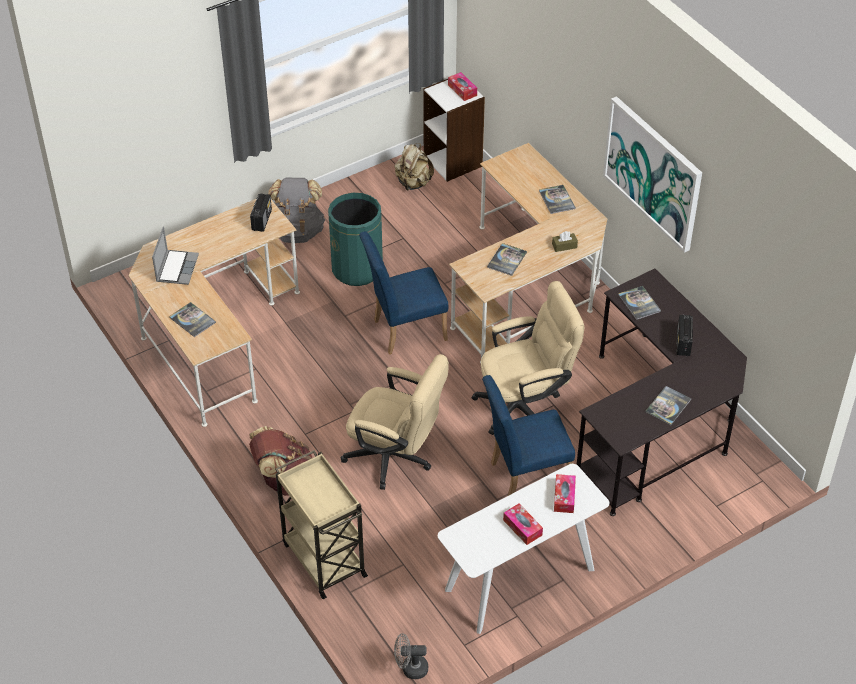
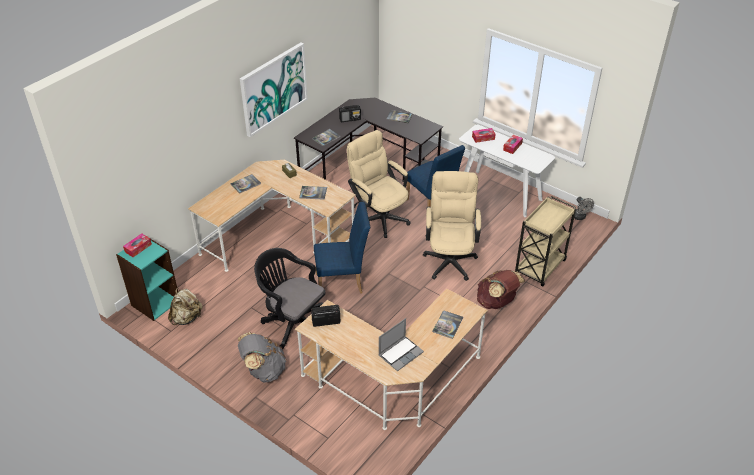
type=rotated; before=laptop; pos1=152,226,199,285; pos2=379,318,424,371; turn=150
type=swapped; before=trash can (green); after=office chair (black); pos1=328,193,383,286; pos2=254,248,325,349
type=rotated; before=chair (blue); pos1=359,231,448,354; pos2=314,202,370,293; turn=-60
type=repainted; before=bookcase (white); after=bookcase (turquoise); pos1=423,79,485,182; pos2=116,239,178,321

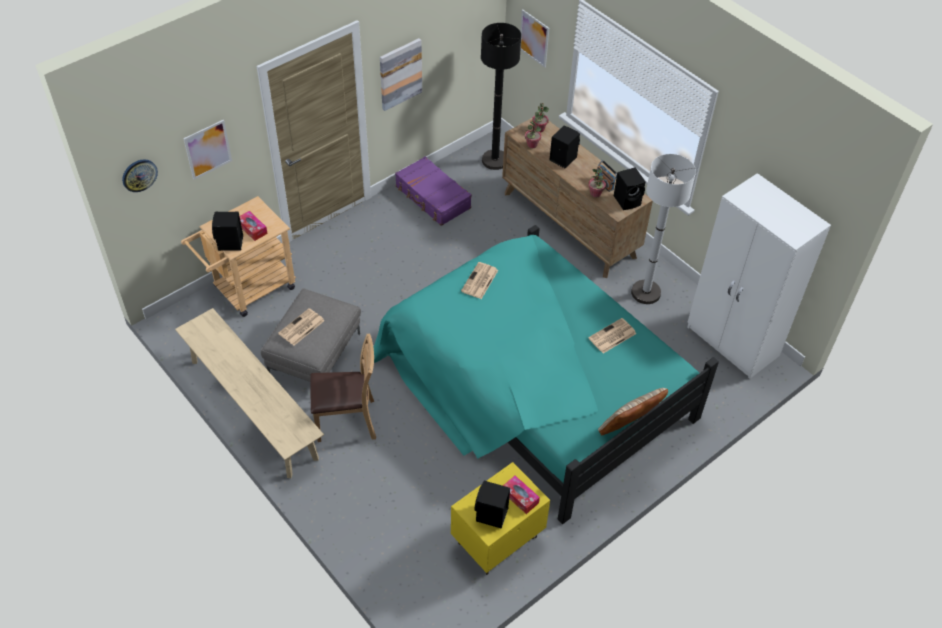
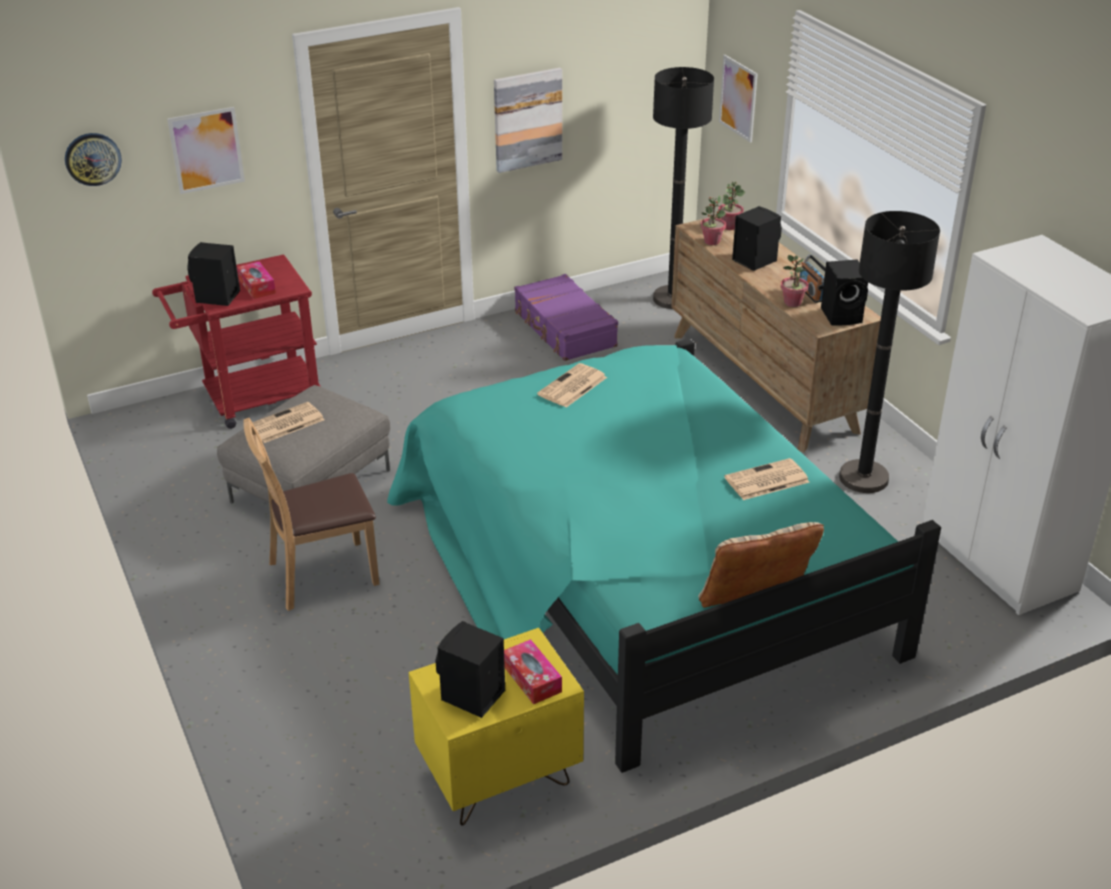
type=gone; before=bench (beige); pos1=175,308,324,478
type=repainted; before=cart (beige); after=cart (red); pos1=181,196,296,317; pos2=152,254,321,429
type=rotated; before=chair (brown); pos1=310,334,376,442; pos2=243,418,379,611; turn=150
type=repainted; before=floor lamp (white); after=floor lamp (black); pos1=631,154,696,304; pos2=839,211,940,493

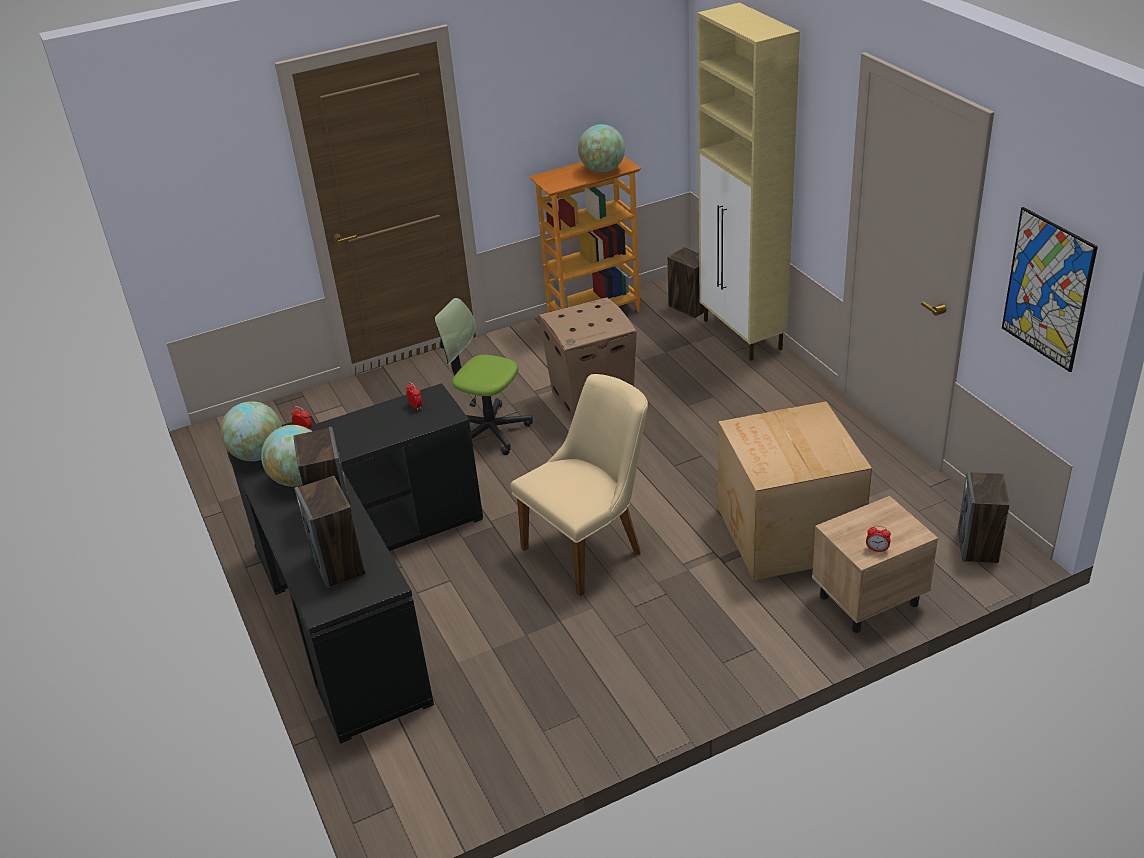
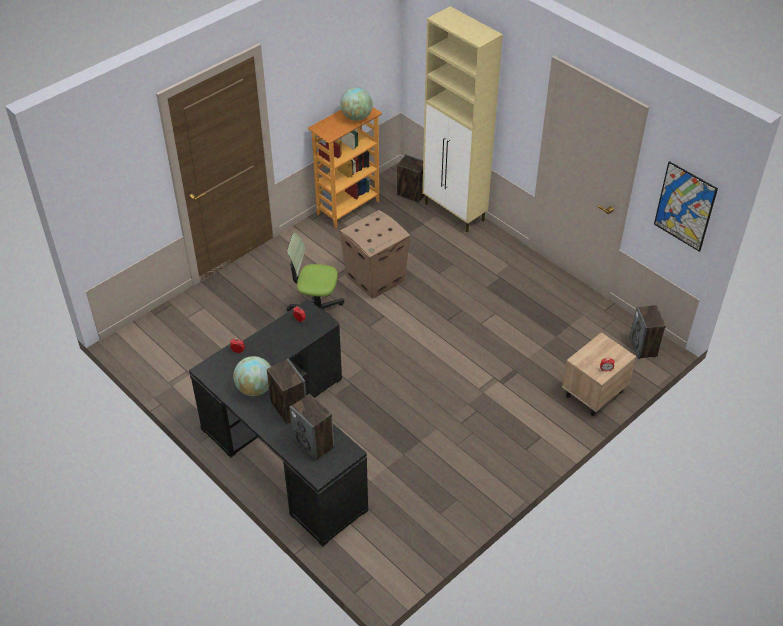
type=gone; before=globe; pos1=220,401,282,461
type=gone; before=chair (beige); pos1=510,374,648,596
type=gone; before=cardboard box; pos1=718,401,872,581

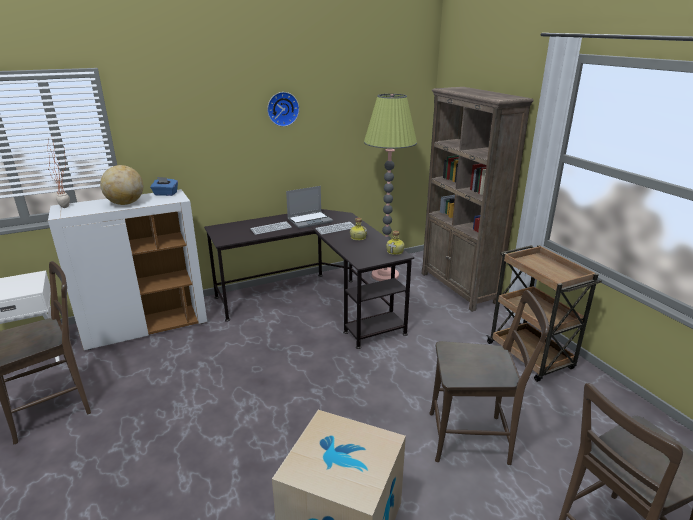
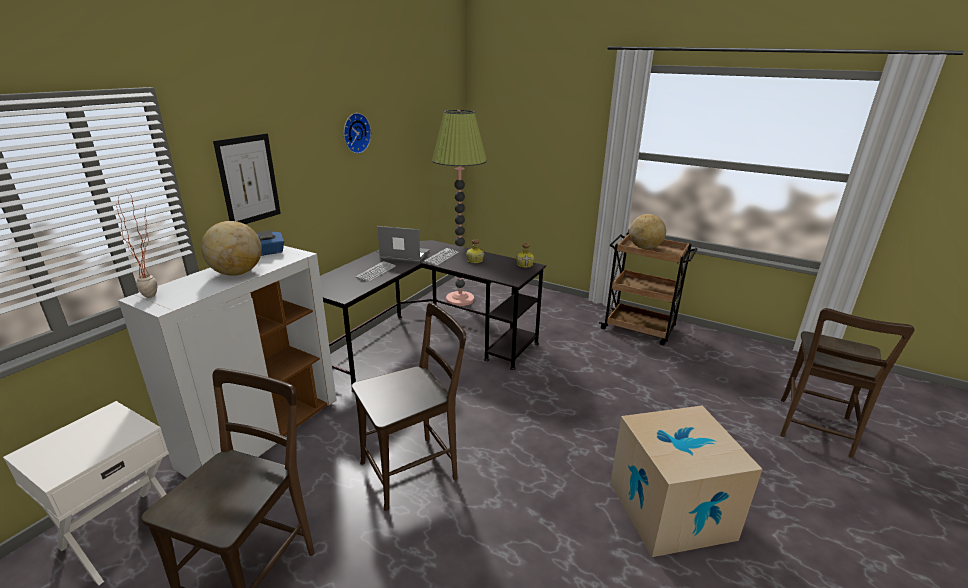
type=rotated; before=laptop; pos1=286,186,333,229; pos2=377,226,430,263; turn=-105
type=gone; before=bookcase (brown); pos1=422,87,534,312
type=shifted; before=chair (brown); pos1=429,290,550,465; pos2=351,302,466,511
type=new; after=picture; pos2=213,133,281,224
type=new; after=globe; pos2=629,214,666,249

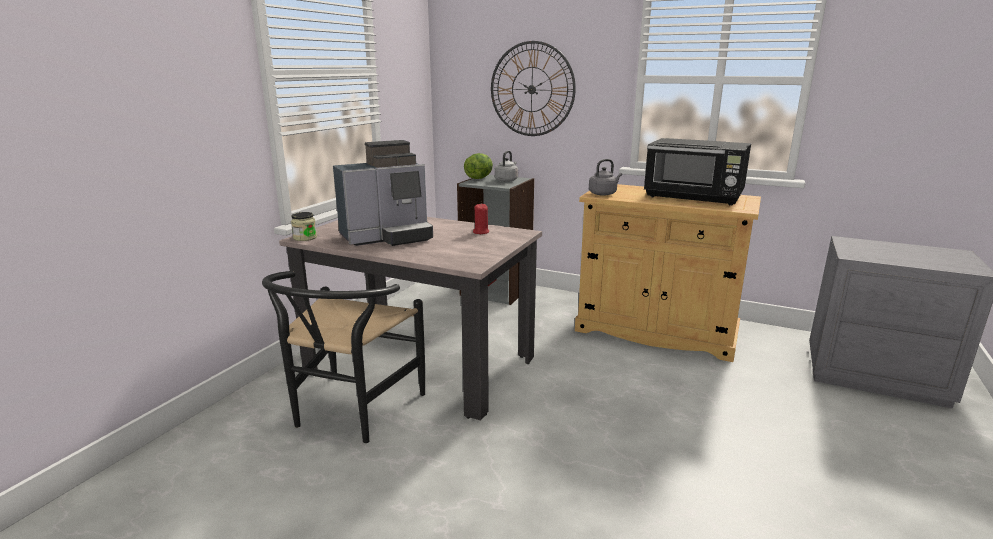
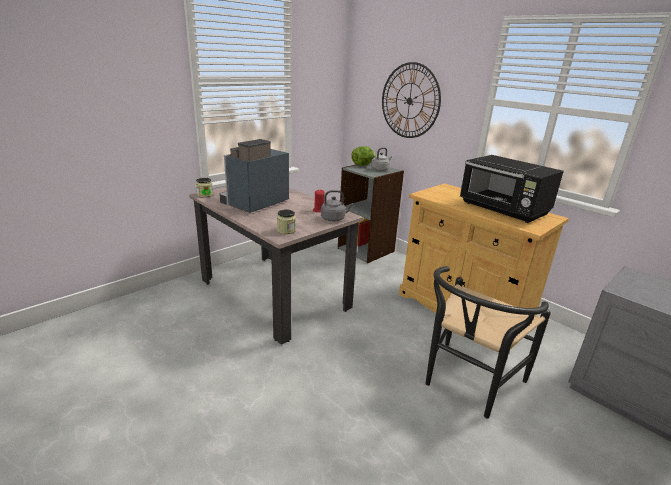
type=shifted; before=chair (black); pos1=262,271,425,443; pos2=425,266,551,418
type=rotated; before=coffee machine; pos1=333,140,433,246; pos2=219,139,289,213; turn=135
type=shifted; before=kettle (grey); pos1=589,159,622,196; pos2=321,190,353,221
type=new; after=jar; pos2=277,210,296,234

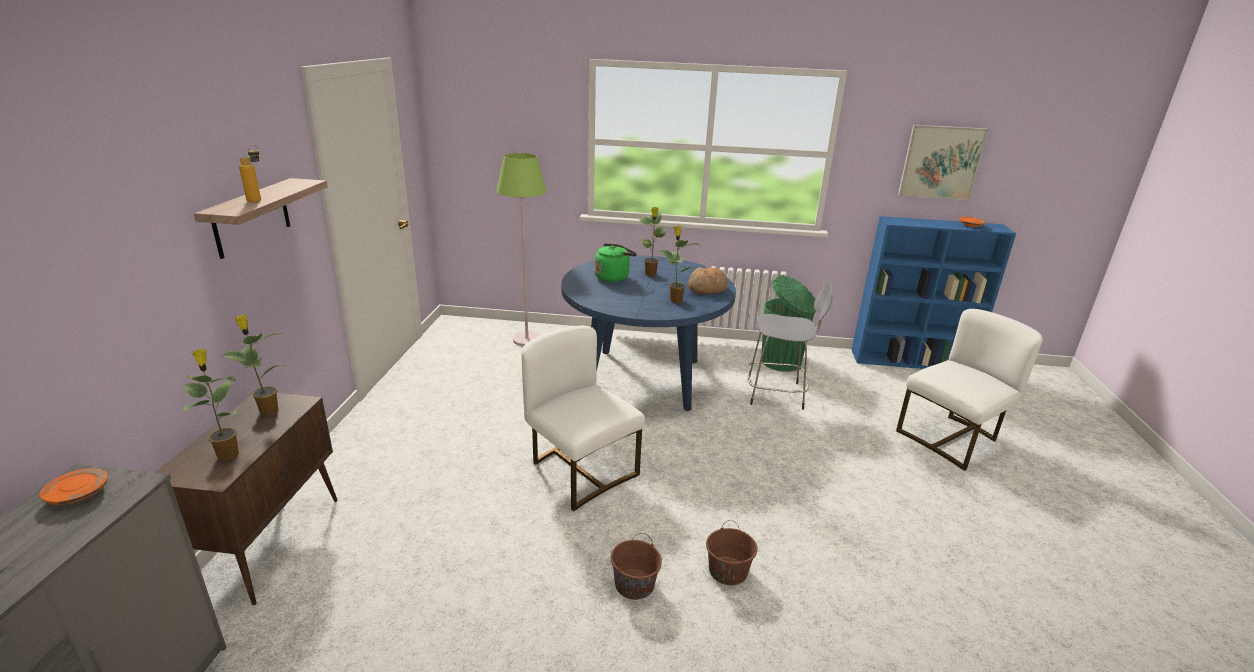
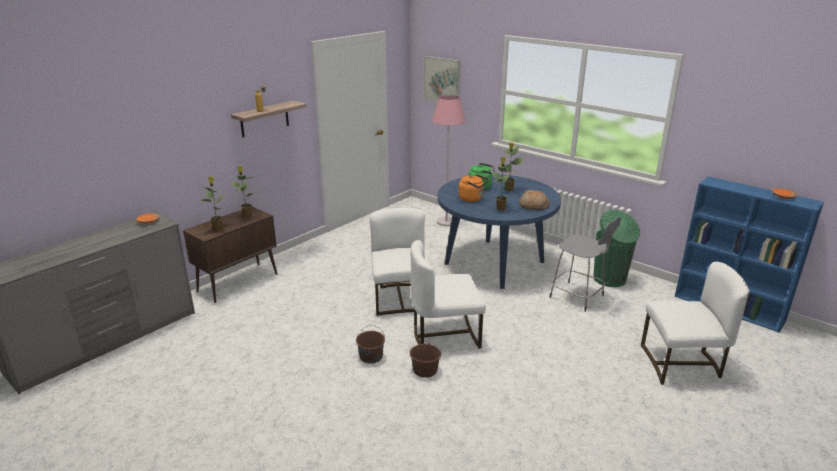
type=repainted; before=floor lamp (green); after=floor lamp (pink); pos1=497,153,547,346; pos2=432,95,465,226
type=shifted; before=picture; pos1=898,125,989,200; pos2=424,56,460,102
type=new; after=chair (white); pos2=411,240,486,349
type=new; after=kettle (orange); pos2=458,174,489,202

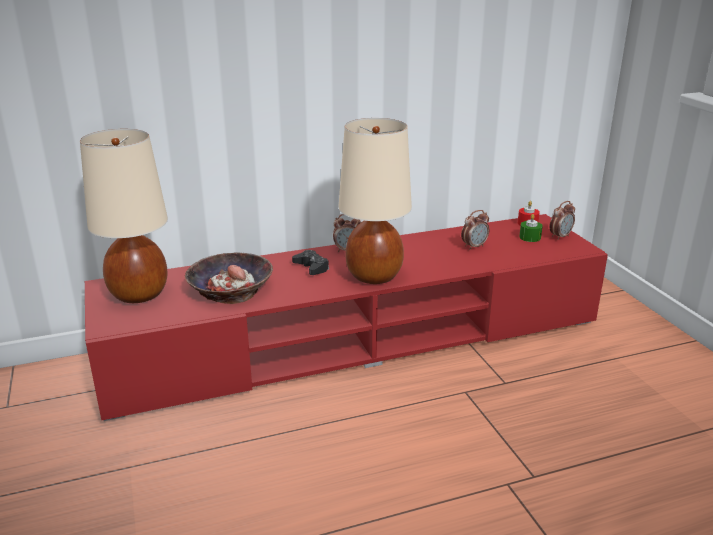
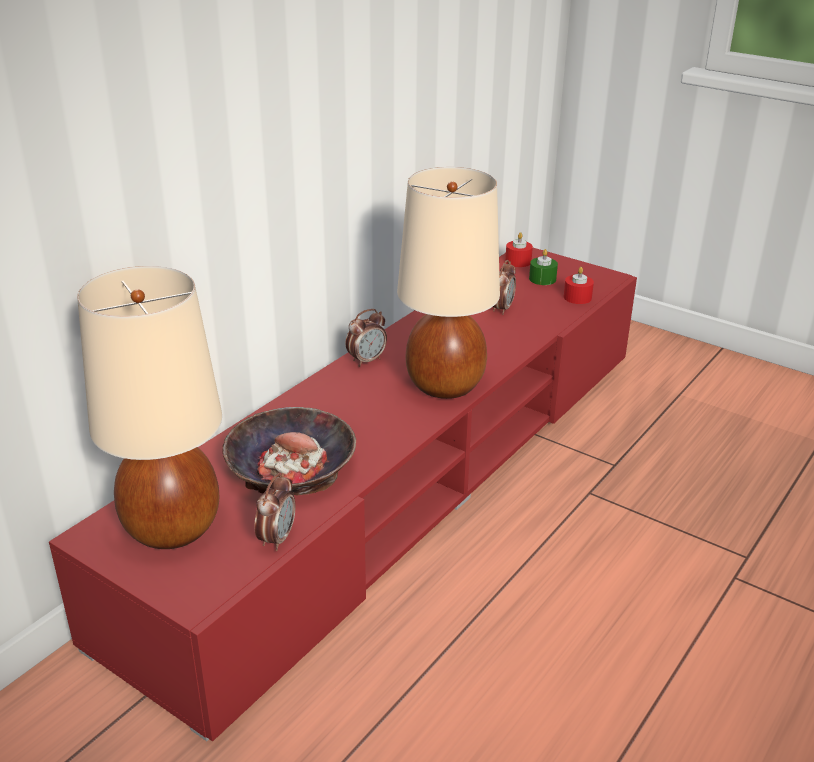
type=gone; before=game controller (black); pos1=292,250,329,275
type=shifted; before=alarm clock; pos1=549,201,575,240; pos2=255,473,296,551
type=new; after=candle (red); pos2=564,267,594,304

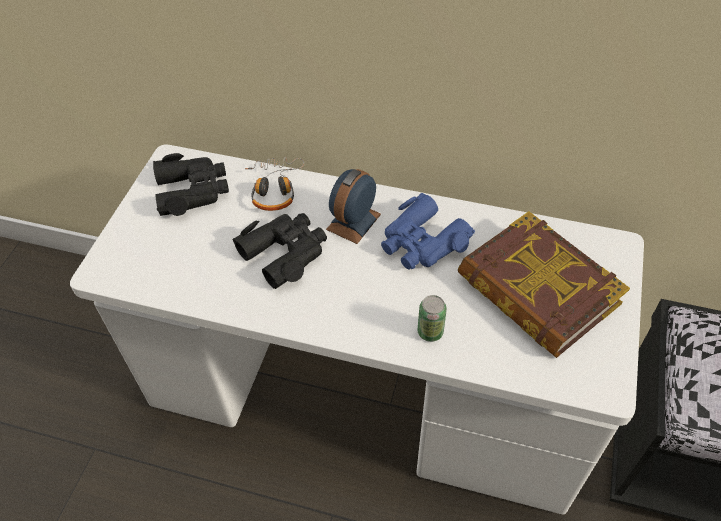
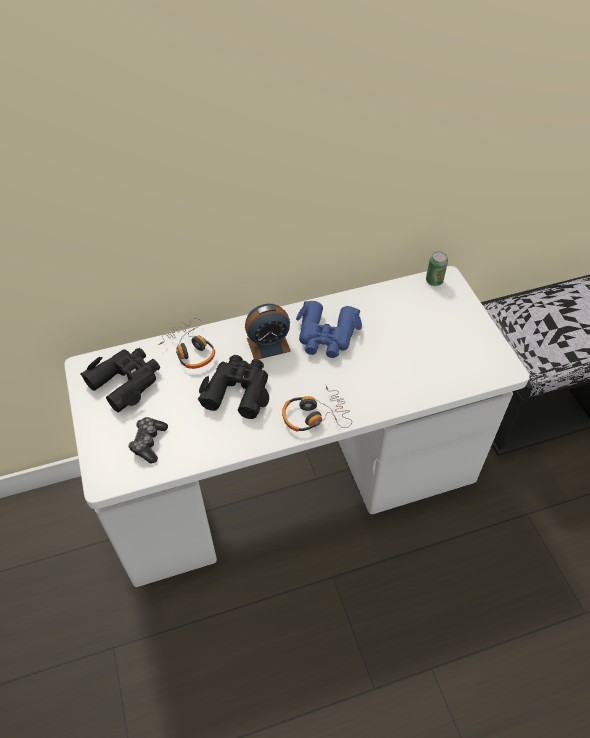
type=rotated; before=alarm clock; pos1=326,169,381,244; pos2=245,304,291,359; turn=-105
type=shifted; before=can; pos1=418,295,447,342; pos2=426,251,448,286
type=gone; before=book; pos1=458,211,630,358
type=new; after=game controller; pos2=128,417,168,463
type=new; after=headphones; pos2=282,386,352,431

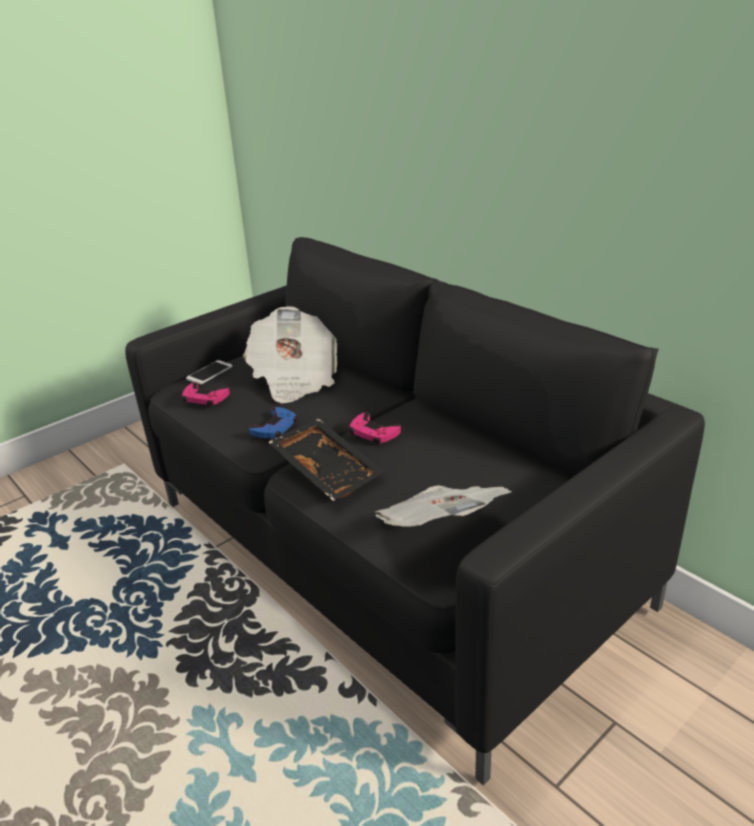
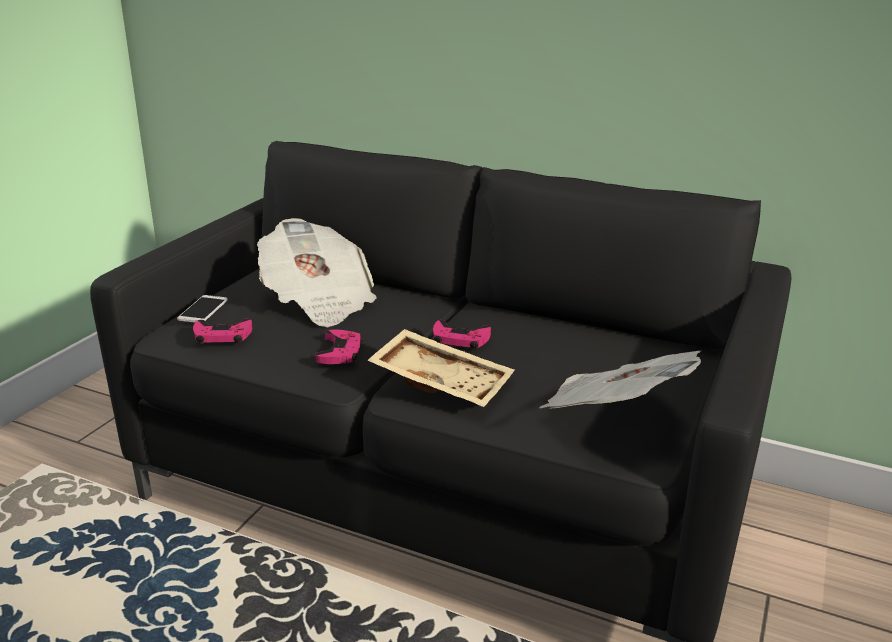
type=repainted; before=game controller (blue); after=game controller (pink); pos1=249,407,297,438; pos2=315,330,363,364
type=repainted; before=tray (black); after=tray (beige); pos1=268,418,385,501; pos2=367,329,515,407

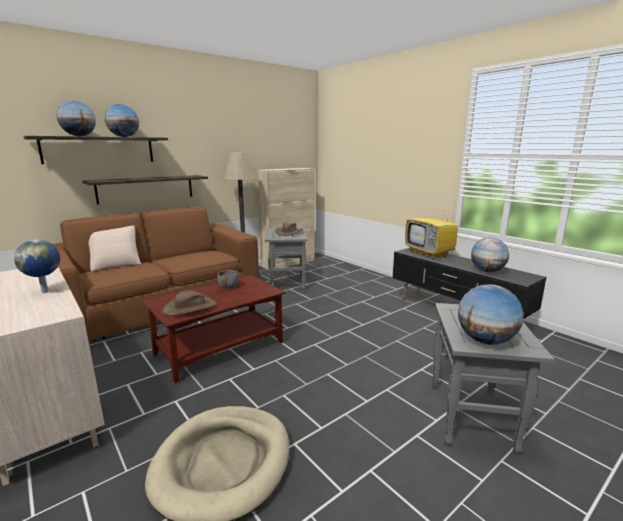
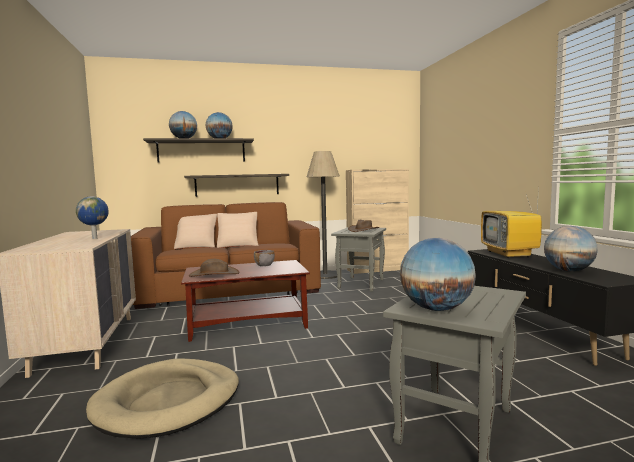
type=new; after=pillow (beige); pos2=217,212,259,248

